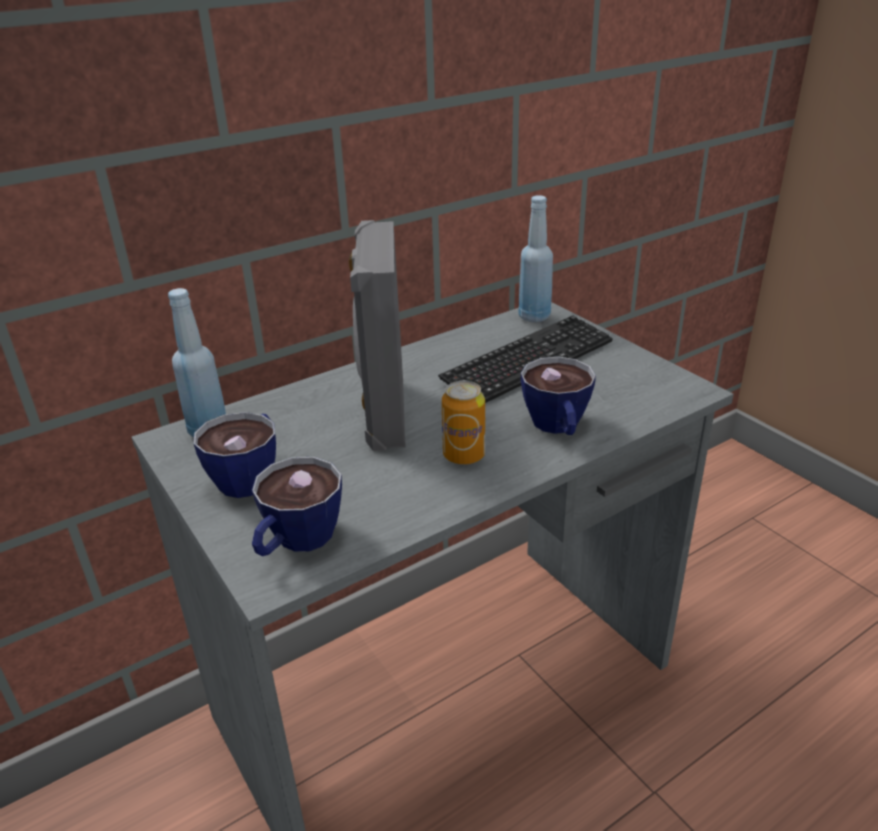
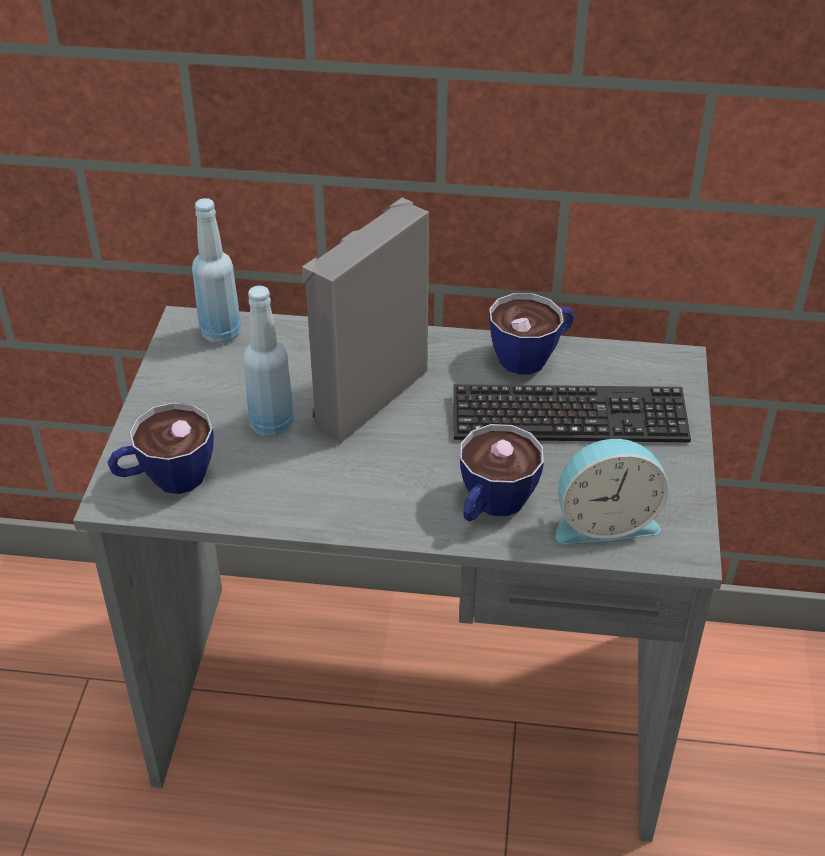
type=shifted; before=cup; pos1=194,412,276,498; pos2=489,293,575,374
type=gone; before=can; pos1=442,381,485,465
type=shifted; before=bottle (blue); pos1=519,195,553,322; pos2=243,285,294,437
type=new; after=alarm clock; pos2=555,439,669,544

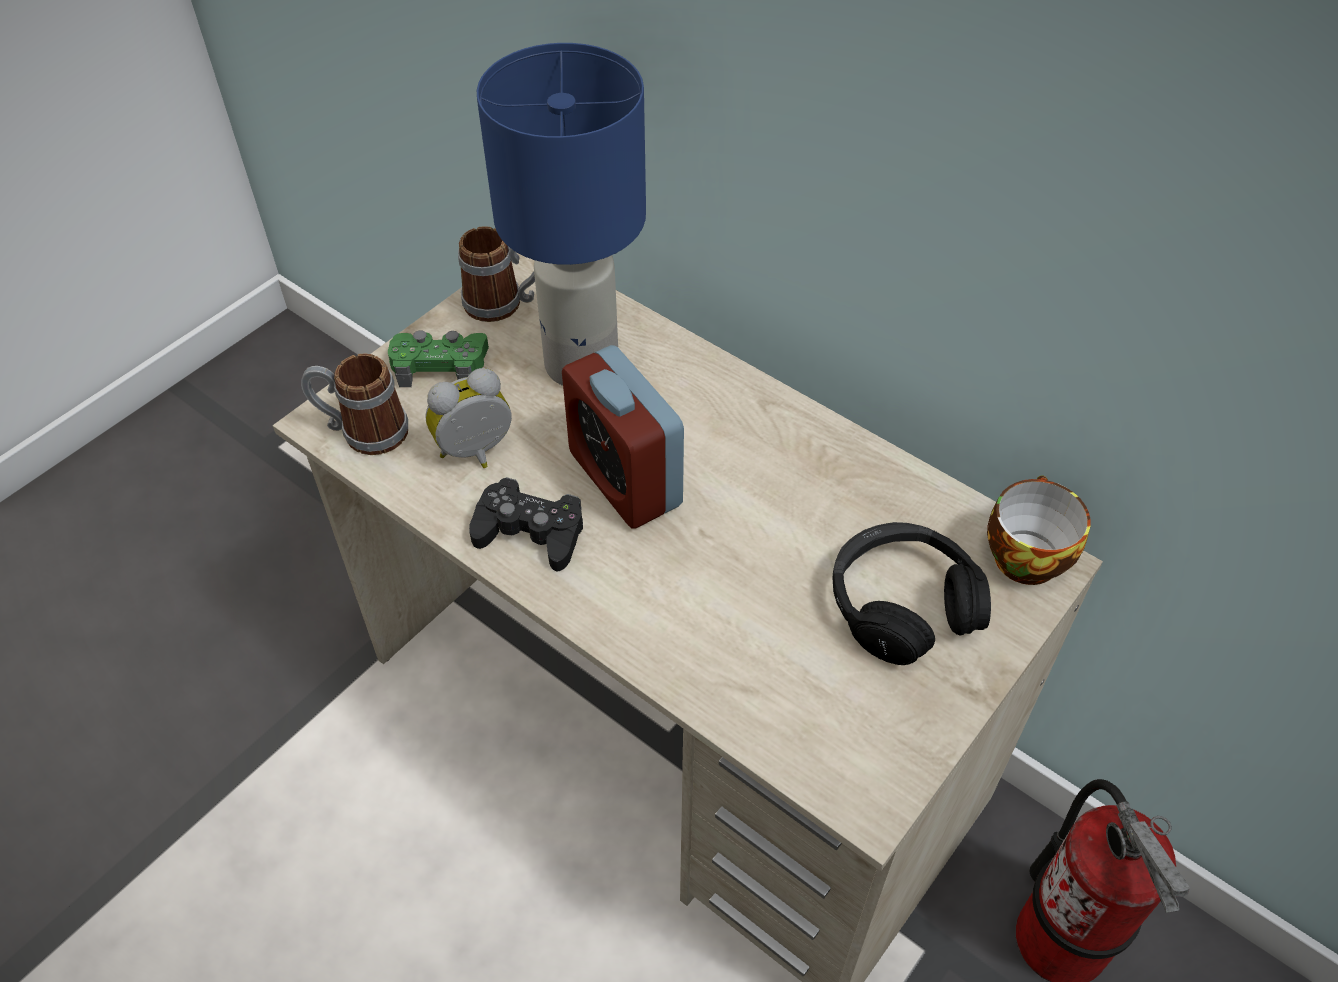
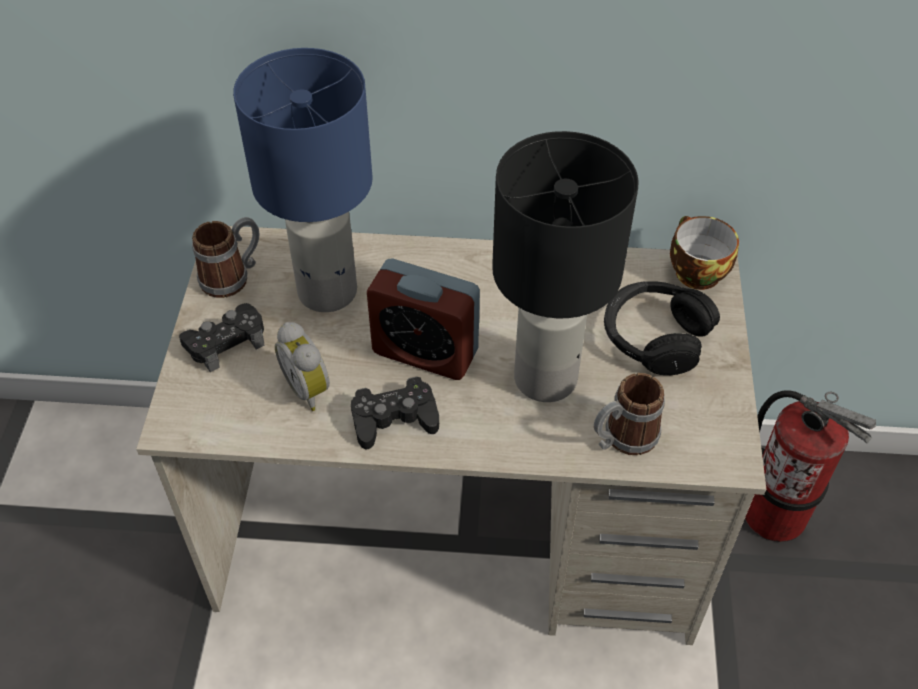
type=shifted; before=mug; pos1=301,353,408,455; pos2=594,373,665,455
type=repainted; before=game controller (green); after=game controller (black); pos1=388,330,489,387; pos2=179,303,265,372
type=rotated; before=alarm clock; pos1=425,368,512,468; pos2=275,322,330,411; turn=-60
type=new; after=table lamp (black); pos2=492,131,639,402

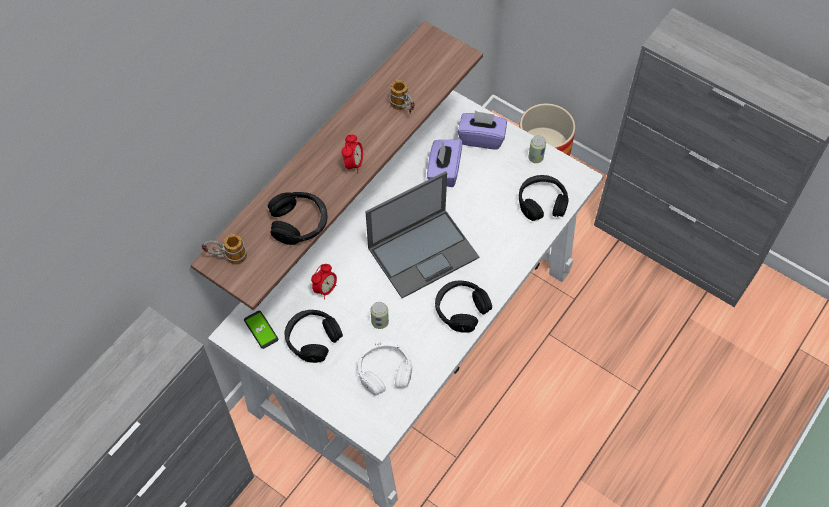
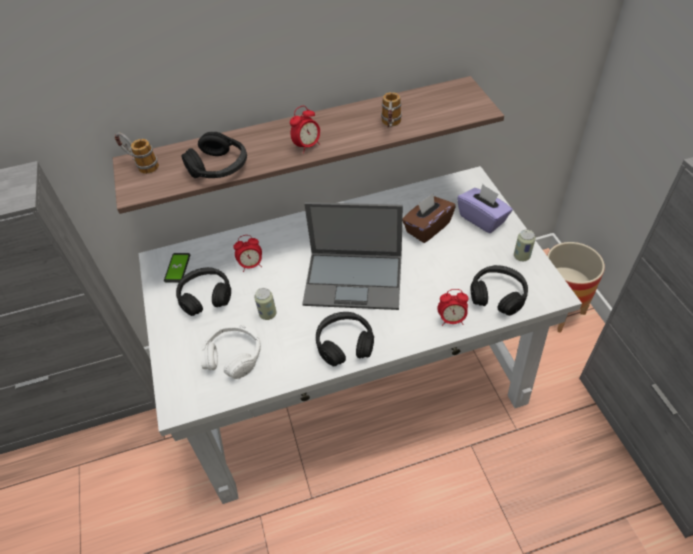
type=repainted; before=tissue box (purple); after=tissue box (brown); pos1=427,139,462,187; pos2=402,194,456,243
type=new; after=alarm clock; pos2=437,289,469,326

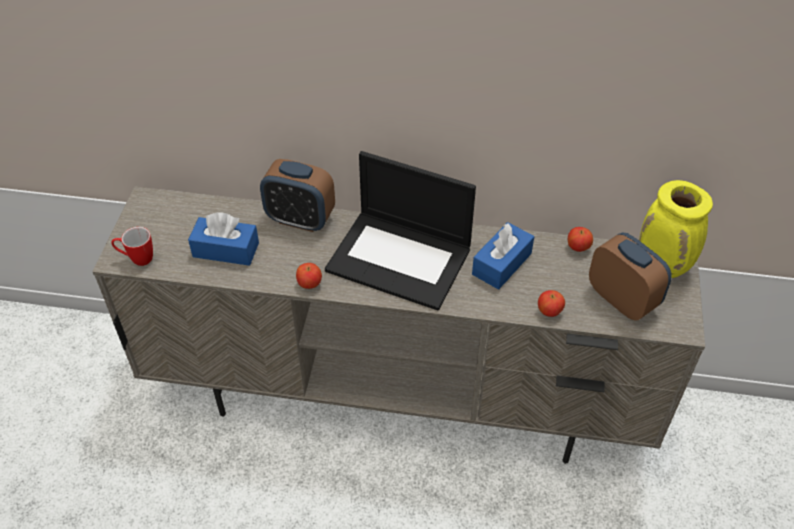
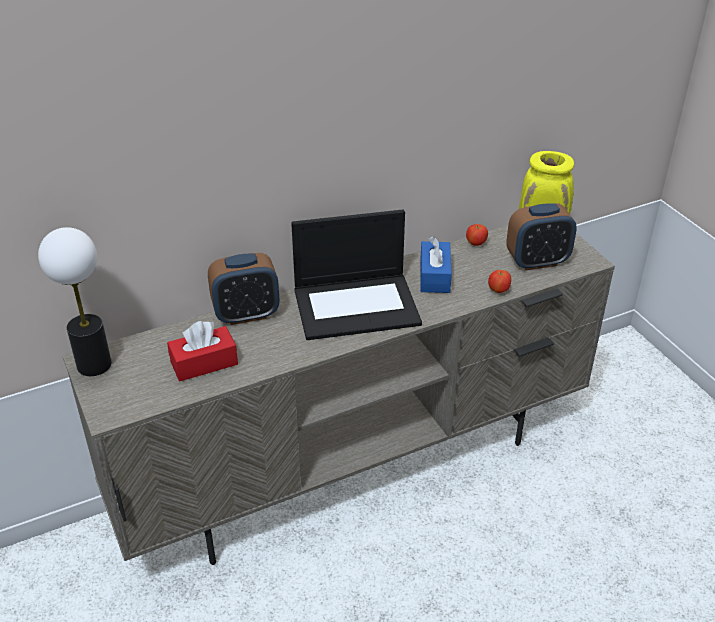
type=gone; before=mug; pos1=111,227,153,266
type=repainted; before=tissue box (blue); after=tissue box (red); pos1=188,212,259,266; pos2=167,321,238,381
type=gone; before=apple; pos1=296,263,322,289
type=rotated; before=alarm clock; pos1=589,233,672,321; pos2=506,203,577,270; turn=150
type=new; after=table lamp; pos2=38,227,112,376

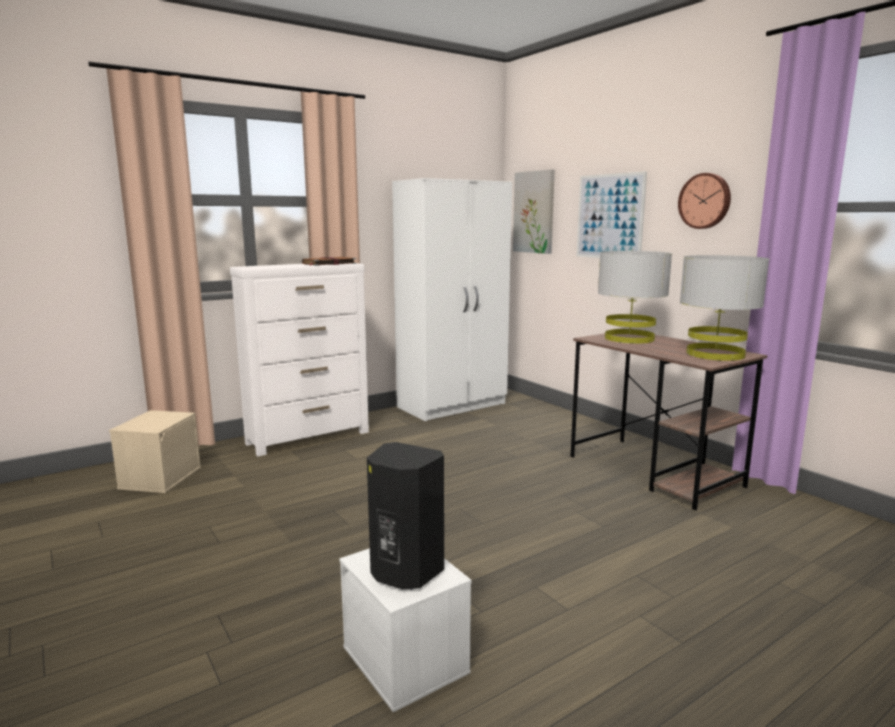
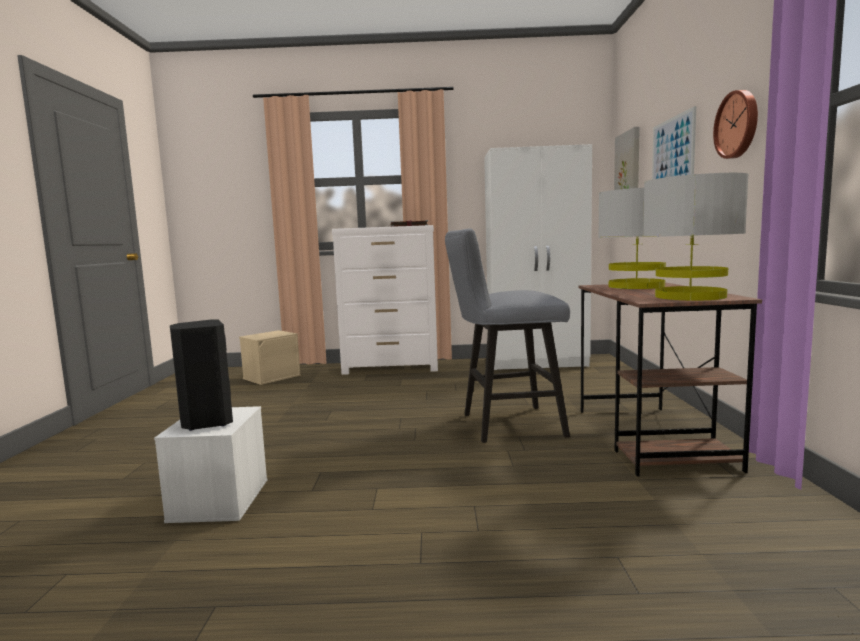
type=new; after=stool (grey); pos2=445,228,570,443

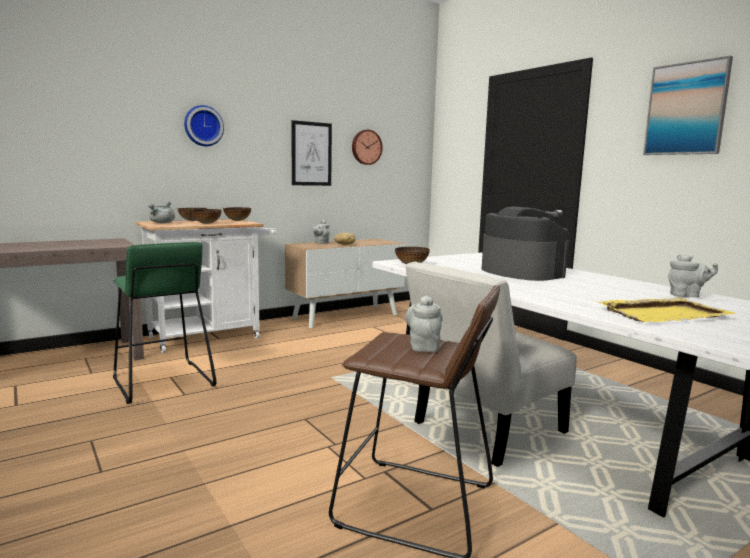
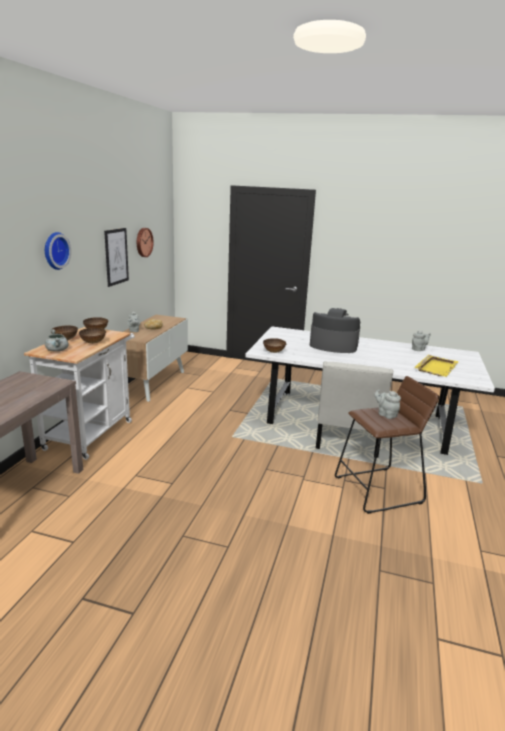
type=gone; before=stool (green); pos1=113,242,216,404
type=gone; before=picture; pos1=643,56,733,155

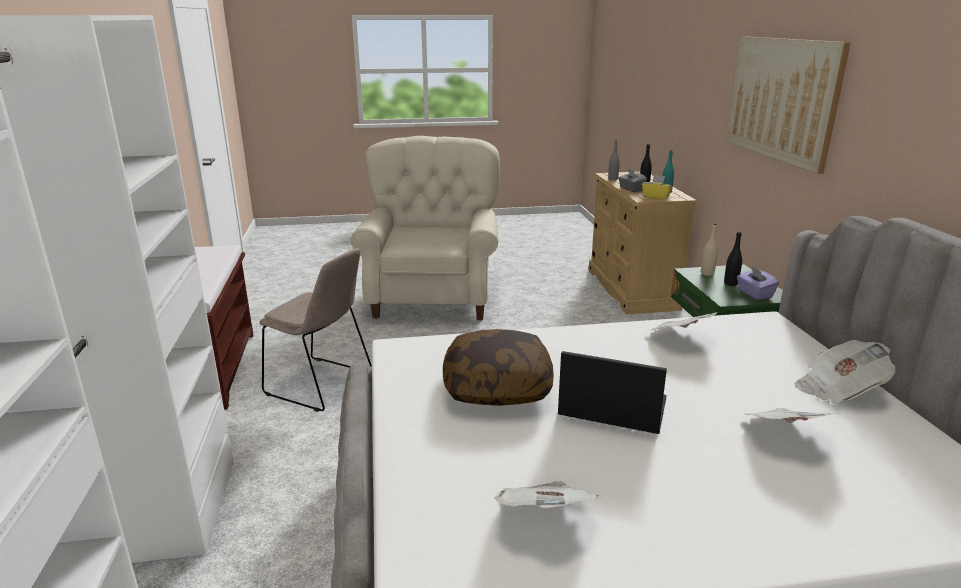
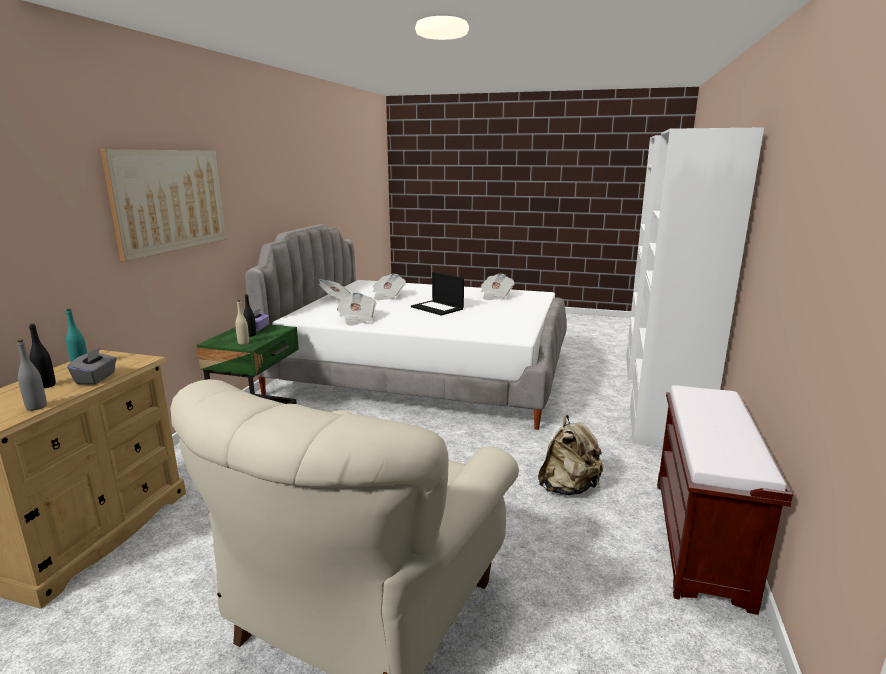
type=swapped; before=chair (beige); after=backpack (beige); pos1=259,248,372,412; pos2=538,415,603,495
type=gone; before=pillow; pos1=443,329,554,406
type=gone; before=tissue box (yellow); pos1=642,175,673,200

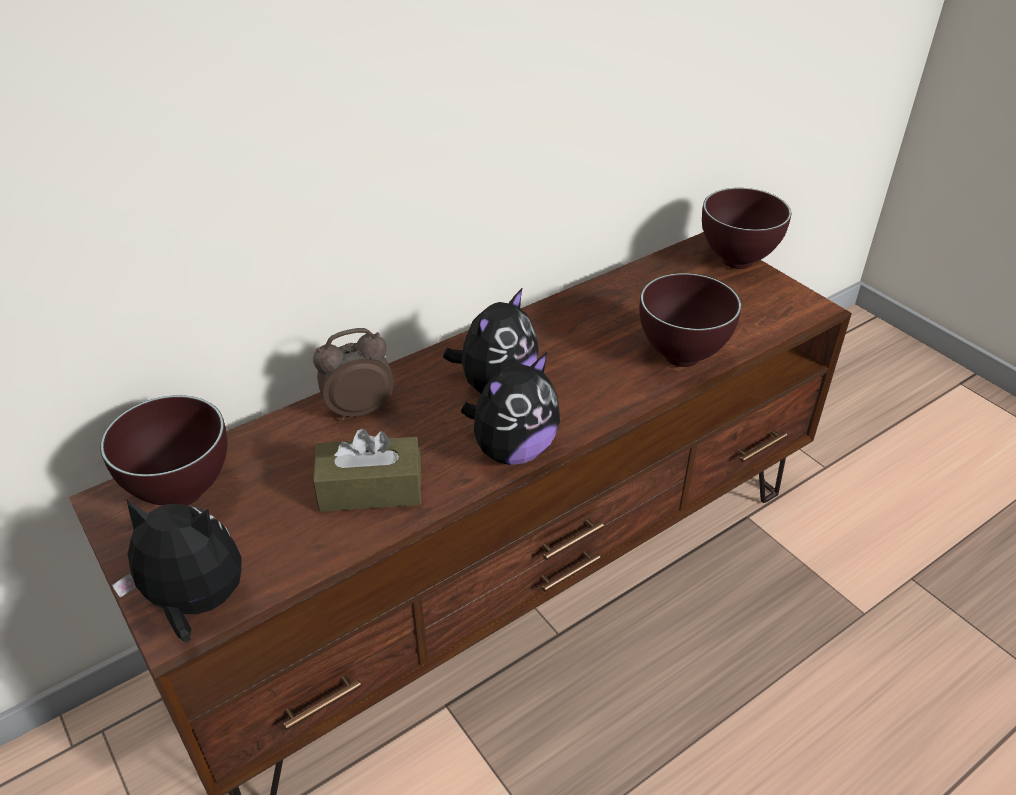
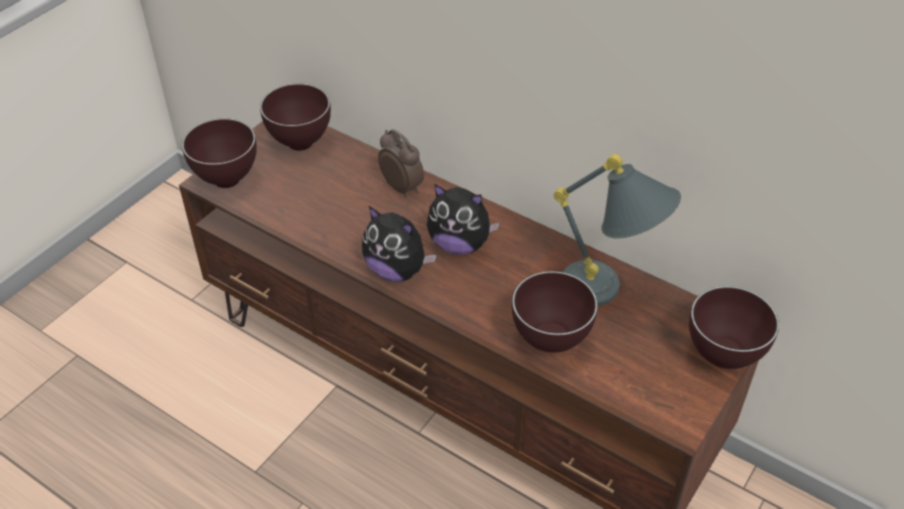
type=swapped; before=plush toy; after=bowl (brown); pos1=112,500,242,643; pos2=182,118,257,188
type=gone; before=tissue box (brown); pos1=313,429,421,512
type=new; after=table lamp (grey); pos2=553,154,681,306

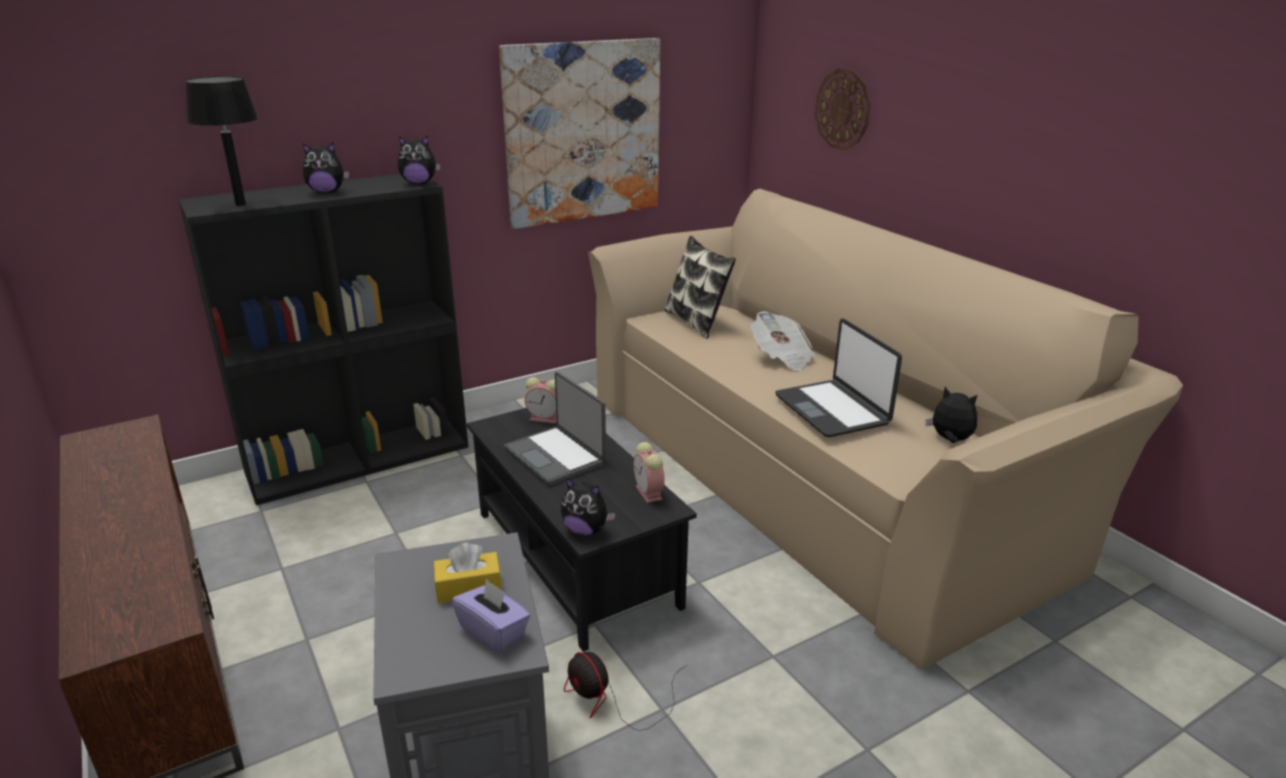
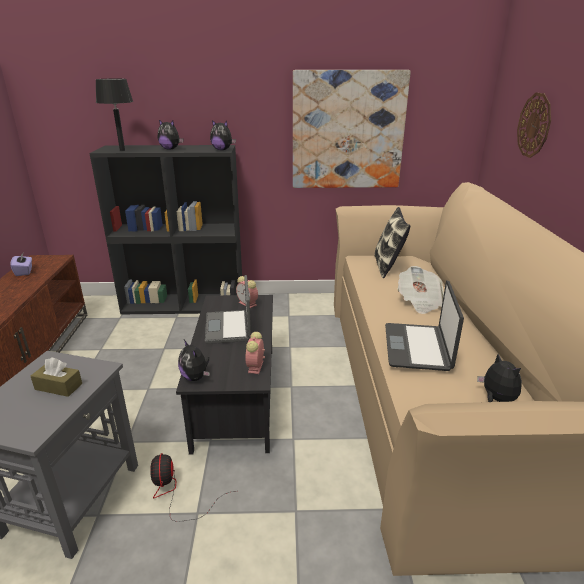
type=repainted; before=tissue box (yellow); after=tissue box (brown); pos1=434,543,502,604; pos2=31,358,82,397
type=shifted; before=tissue box (purple); pos1=452,579,531,653; pos2=10,251,32,276

